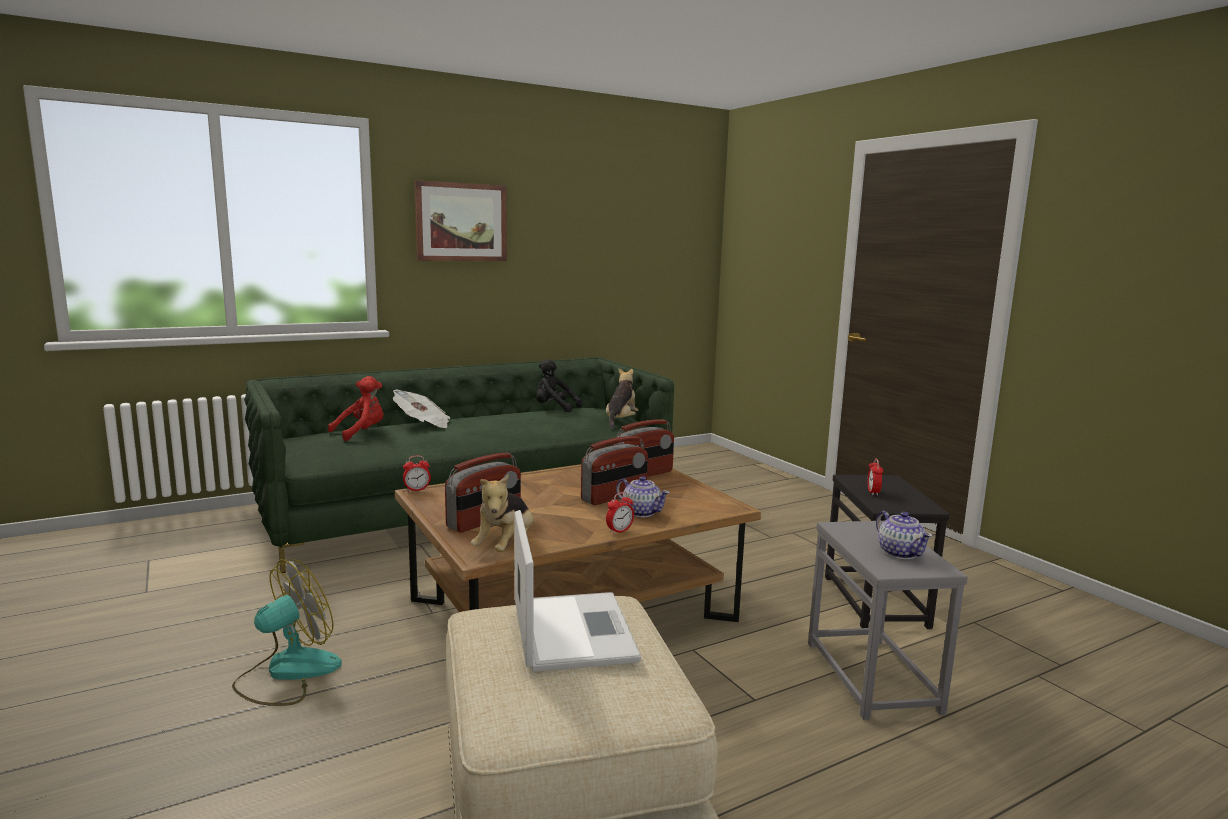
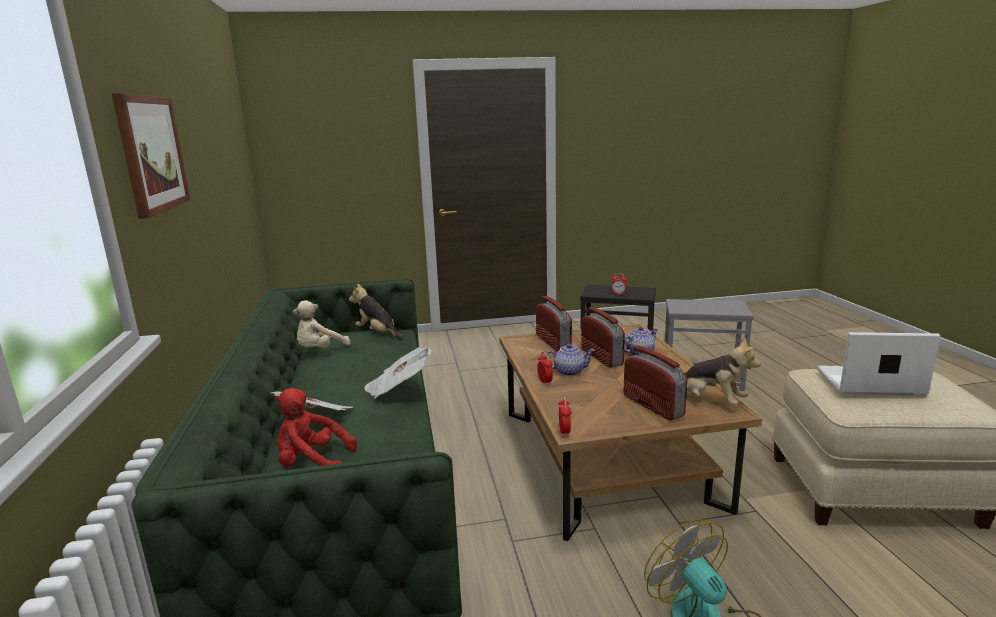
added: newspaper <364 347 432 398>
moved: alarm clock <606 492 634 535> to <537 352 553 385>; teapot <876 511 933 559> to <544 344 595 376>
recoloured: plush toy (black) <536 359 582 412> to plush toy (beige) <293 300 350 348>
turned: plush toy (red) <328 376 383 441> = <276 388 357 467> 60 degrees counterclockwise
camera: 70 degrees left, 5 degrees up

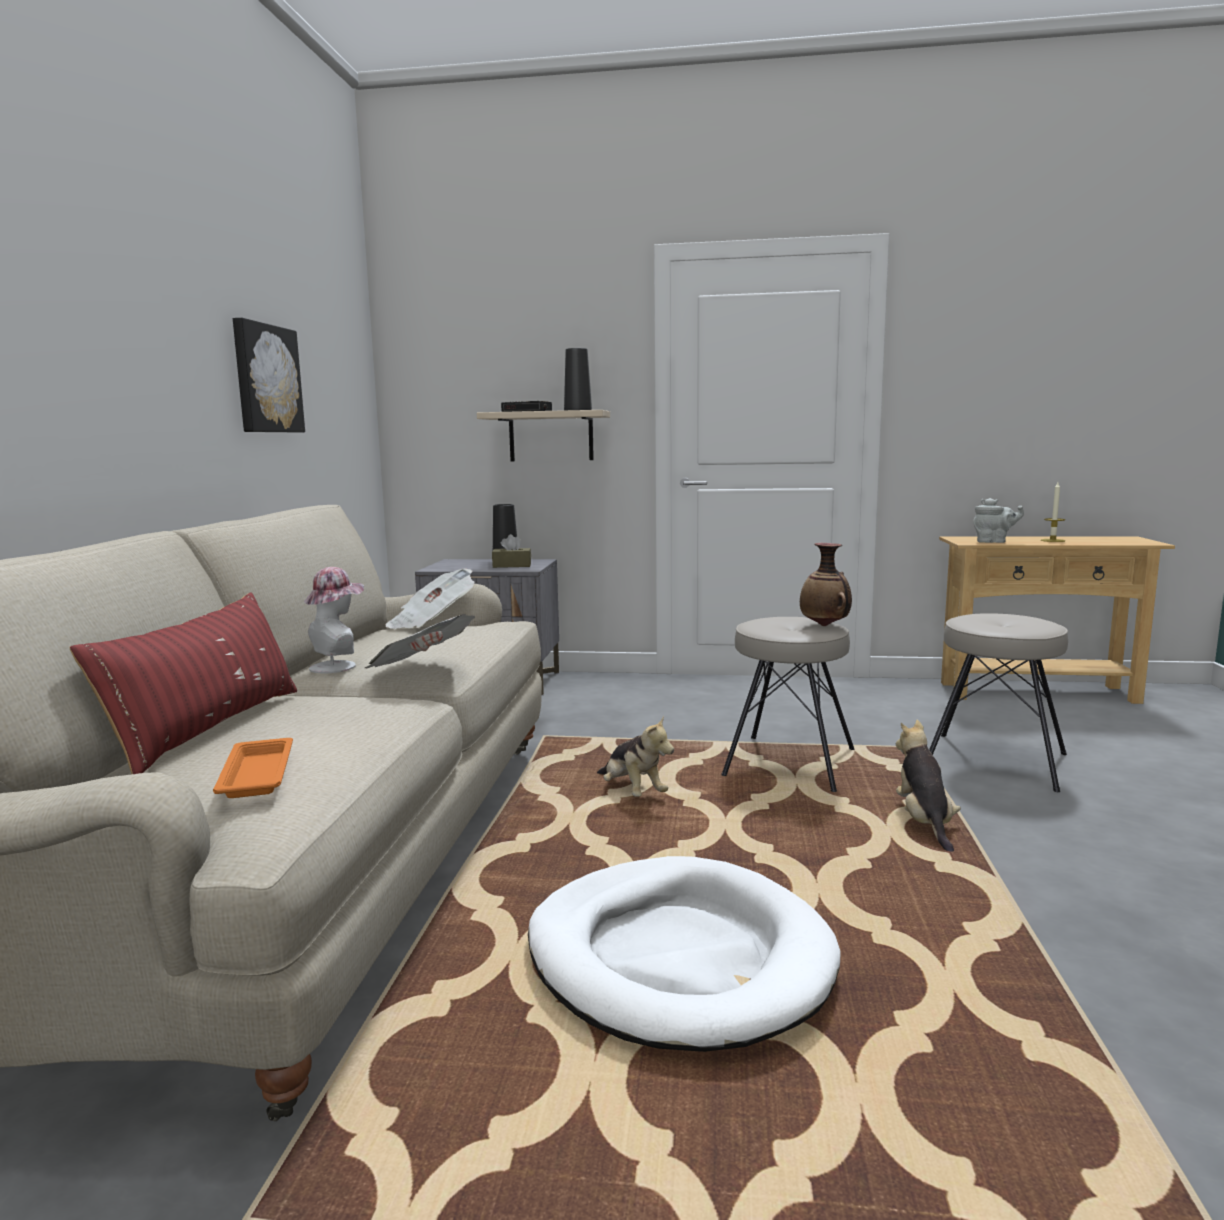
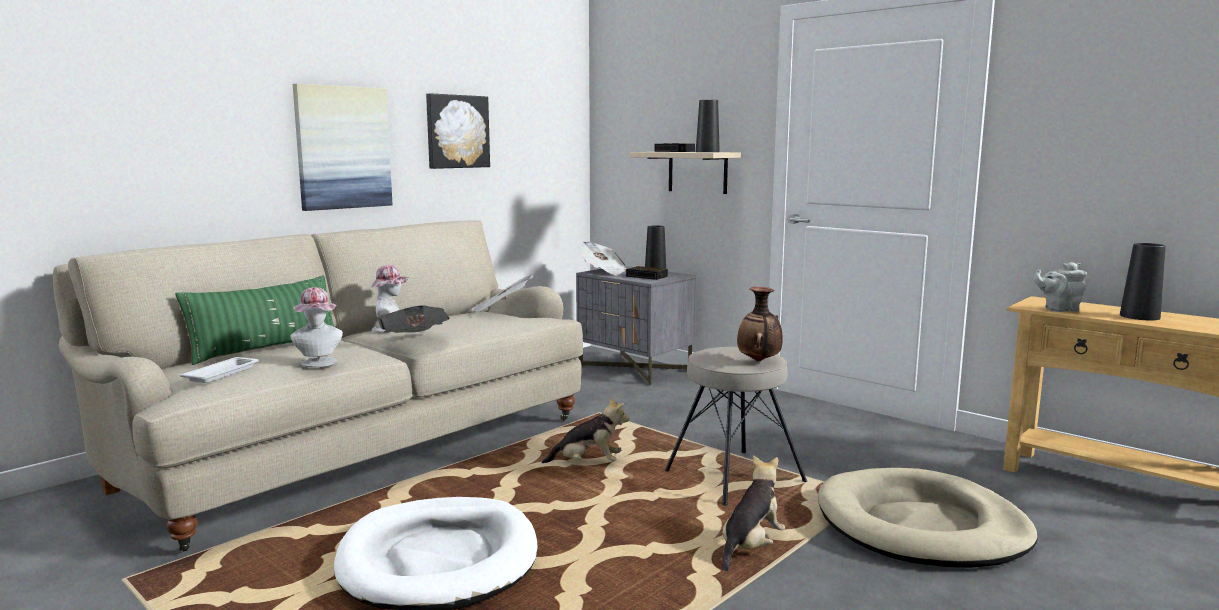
added: hat <290 287 343 367>; picture <293 84 393 211>; newspaper <578 241 629 276>
replaced: tissue box (brown) <492 534 531 568> to alarm clock <626 266 668 280>; stool (beige) <929 613 1068 792> to dog bed (beige) <818 468 1038 568>; candle <1041 482 1065 542> to vase (black) <1120 243 1166 321>
recoloured: pillow (red) <69 592 297 774> to pillow (green) <175 275 335 365>; tray (orange) <213 738 293 798> to tray (white) <180 357 259 383>
turned: plush toy <597 715 674 797> = <541 396 629 463> 90 degrees counterclockwise; teapot (grey) <973 498 1024 543> = <1034 262 1087 312> 135 degrees clockwise
camera: 35 degrees right, 0 degrees up

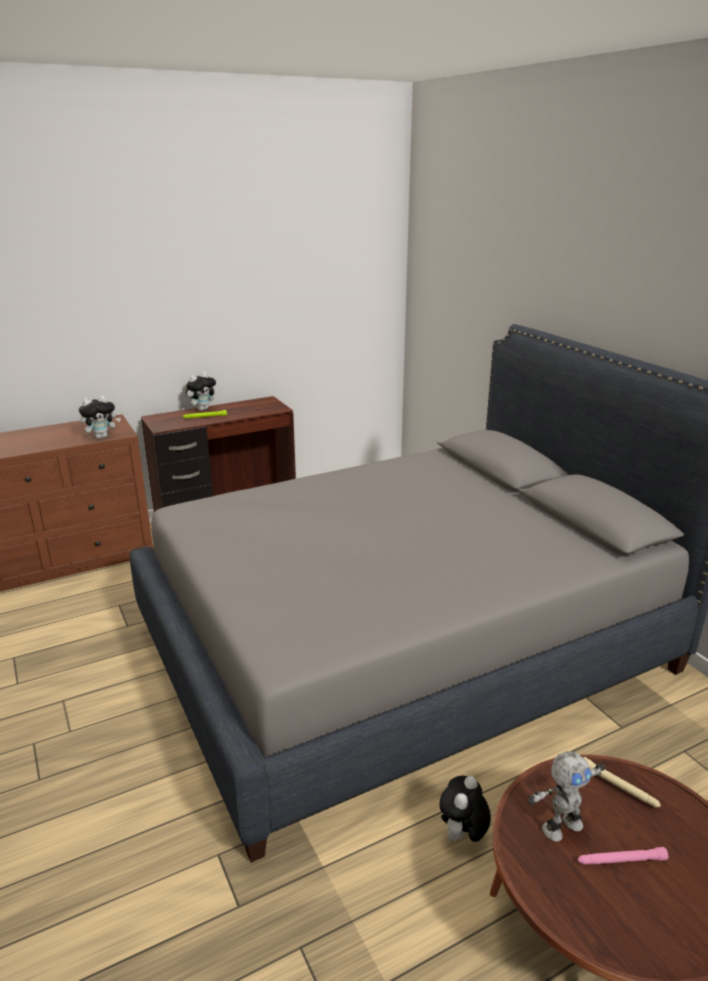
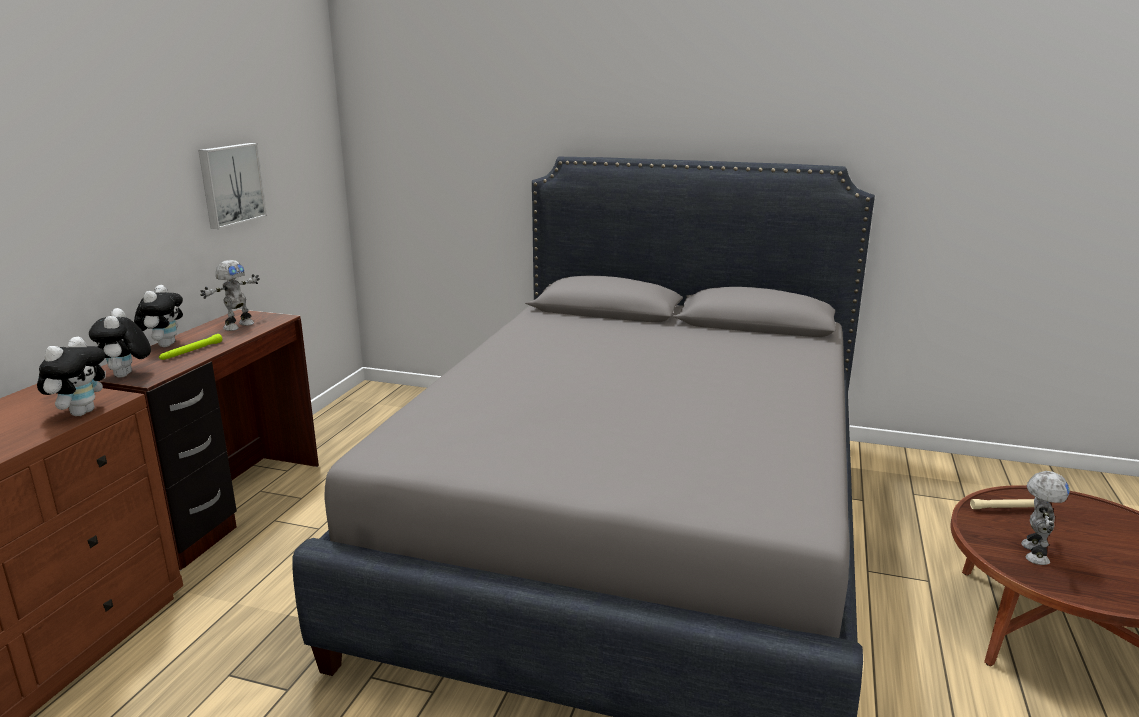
removed: flashlight (pink) <578 847 668 864>
added: picture <198 143 267 229>; toy robot <200 260 260 331>
moved: plush toy <440 776 491 843> to <89 308 151 378>
camera: 45 degrees left, 5 degrees down

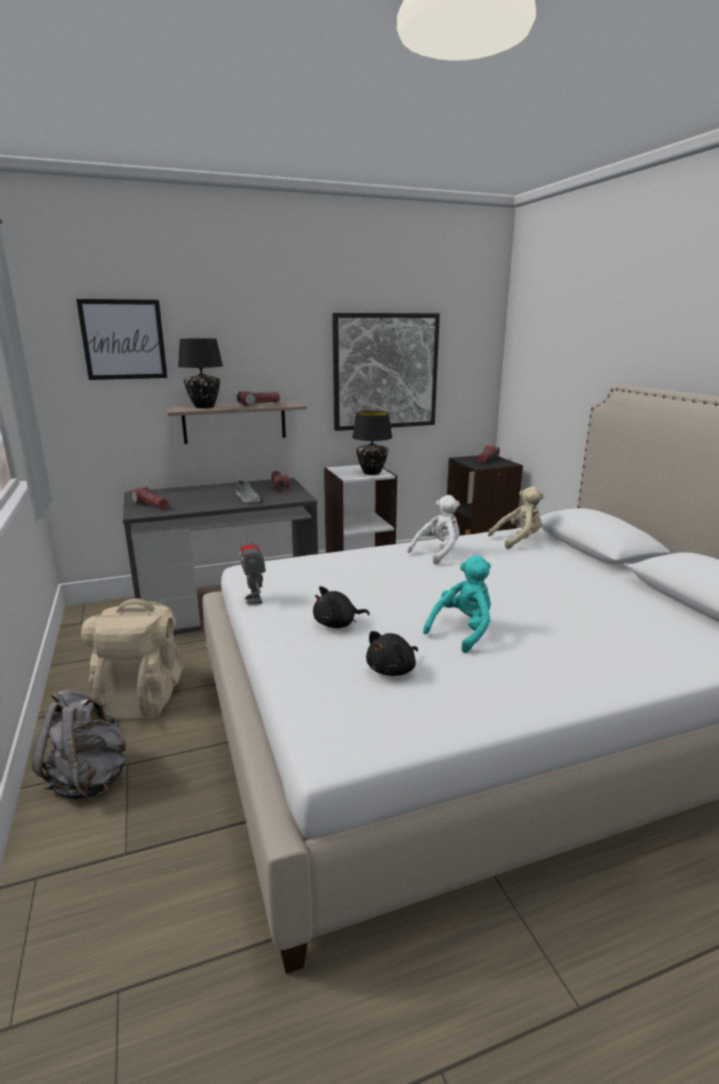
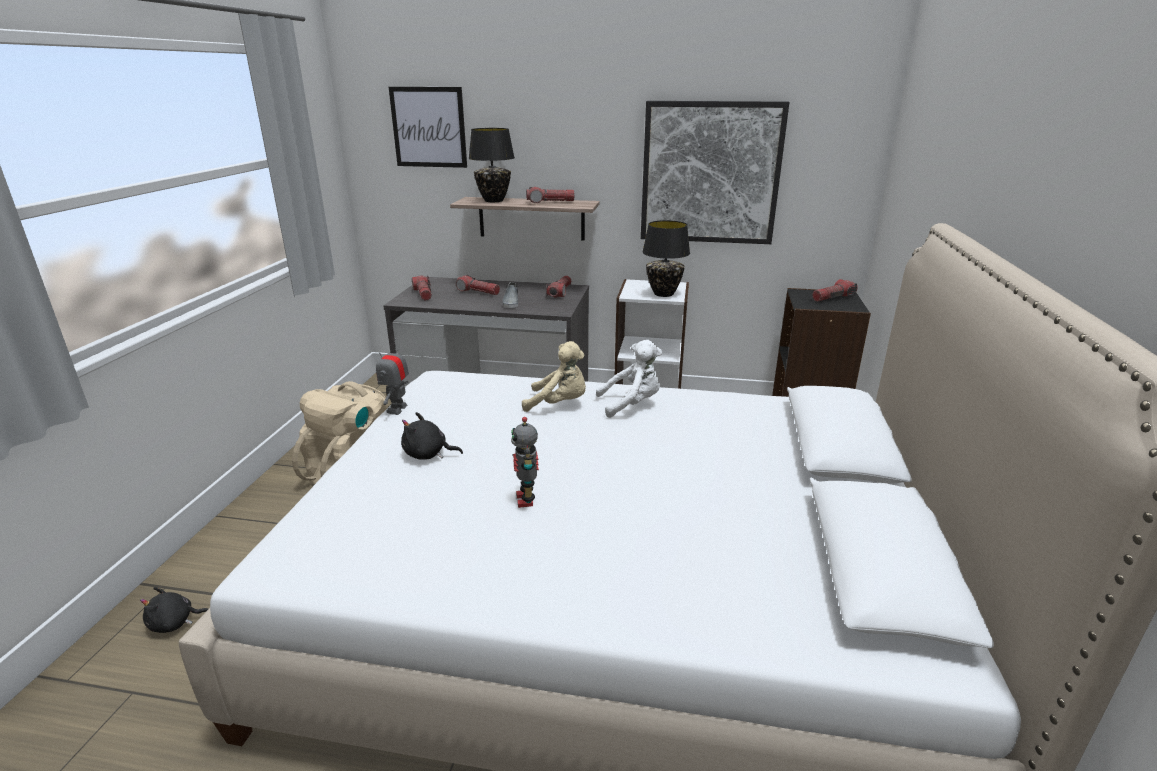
removed: backpack (grey) <32 689 127 802>
added: flashlight <456 275 500 295>
moved: plush toy (black) <366 631 418 676> to <140 587 209 633>; plush toy (beige) <488 486 545 549> to <522 341 586 412>
replaced: plush toy (turquoise) <423 555 491 653> to toy robot <511 417 539 508>
camera: 30 degrees right, 5 degrees up

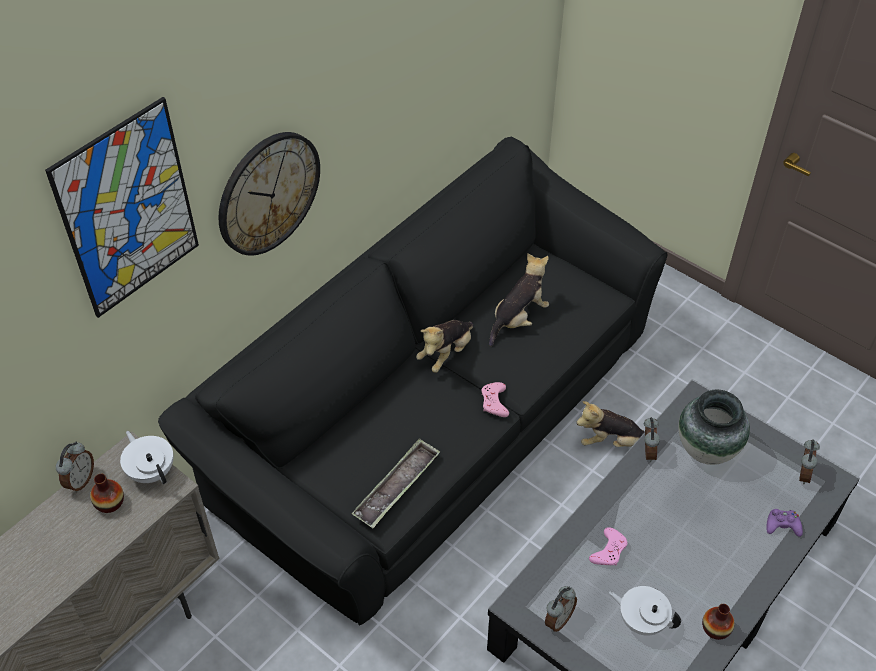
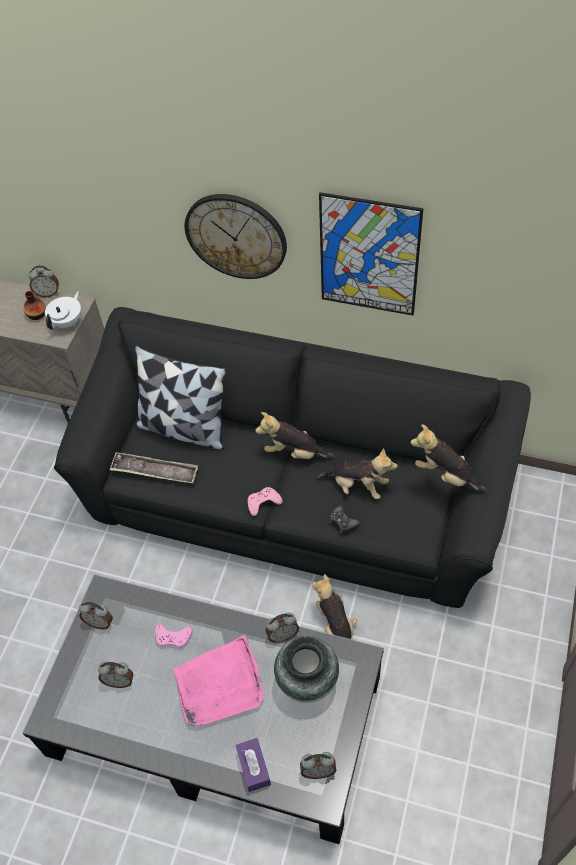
removed: vase <702 604 734 640>
added: pillow <135 345 226 450>; tray (pink) <174 635 264 727>; game controller (black) <329 506 360 533>; plush toy <410 424 488 493>
moved: picture <45 97 199 318> to <319 192 423 315>
replaced: teapot (white) <609 586 681 636> to alarm clock <98 661 133 688>; game controller (purple) <766 509 803 537> to tissue box (purple) <236 738 271 792>
camera: 70 degrees right, 5 degrees up

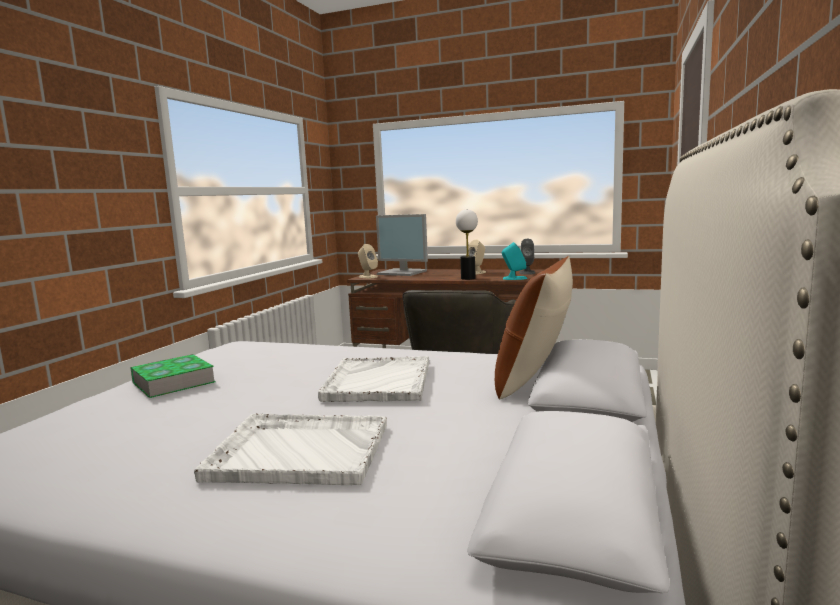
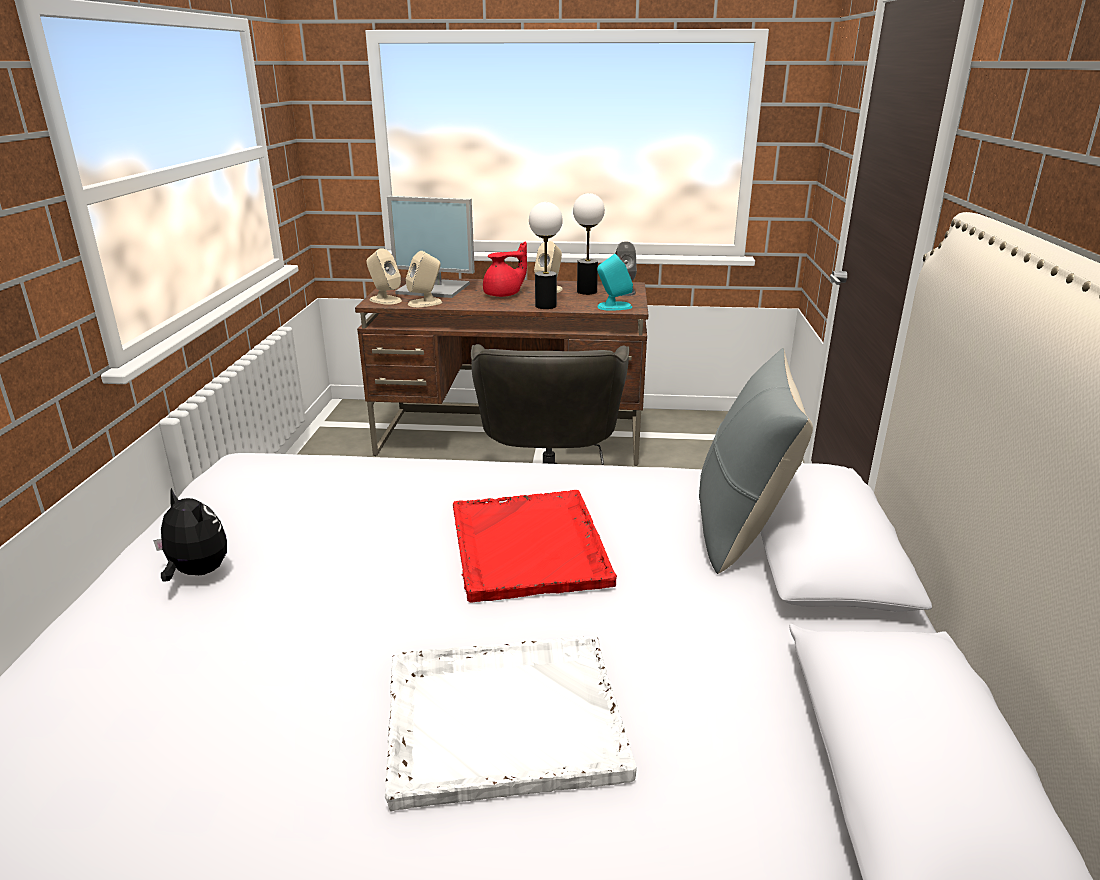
added: speaker (beige) <406 251 442 307>; teapot (red) <483 242 527 297>; table lamp <573 193 605 295>
replaced: book <130 354 216 398> to plush toy <153 488 227 581>
recoloured: tray (white) <318 356 429 402> to tray (red) <453 490 617 603>; pillow (brown) <495 256 573 400> to pillow (grey) <699 348 813 574>
camera: 15 degrees left, 15 degrees up

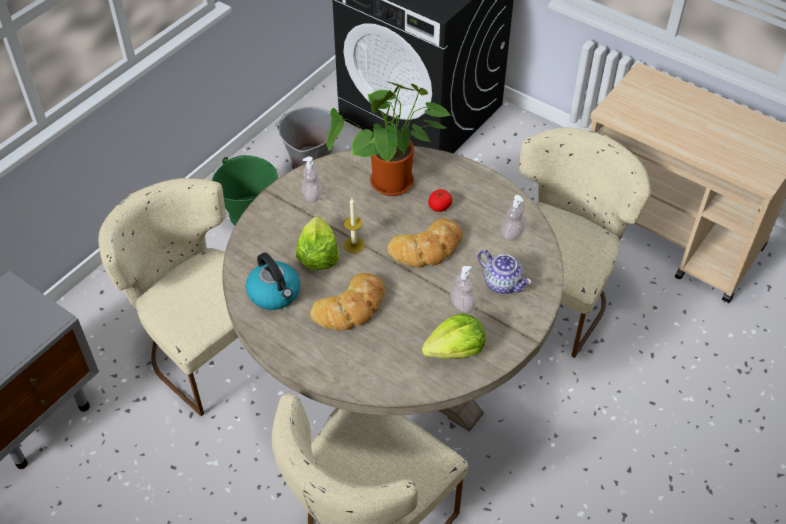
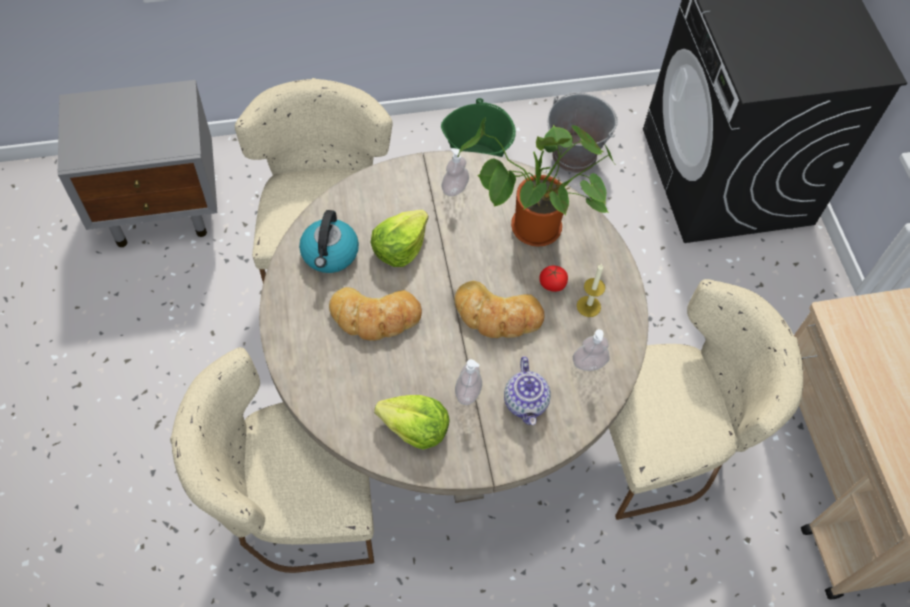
moved: candle <344 198 365 253> to <577 264 605 317>
camera: 40 degrees right, 10 degrees up

